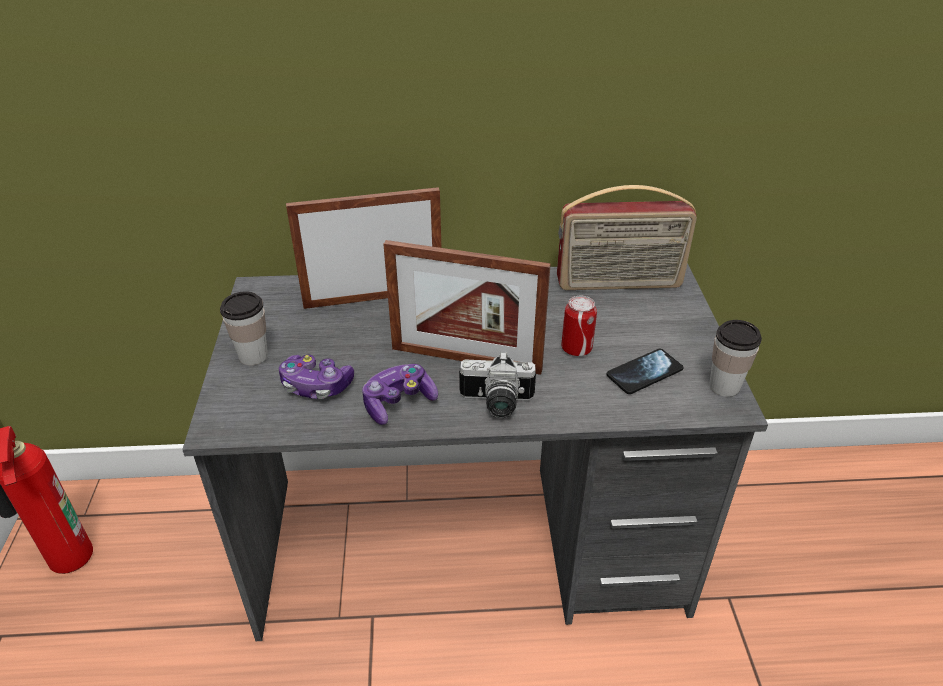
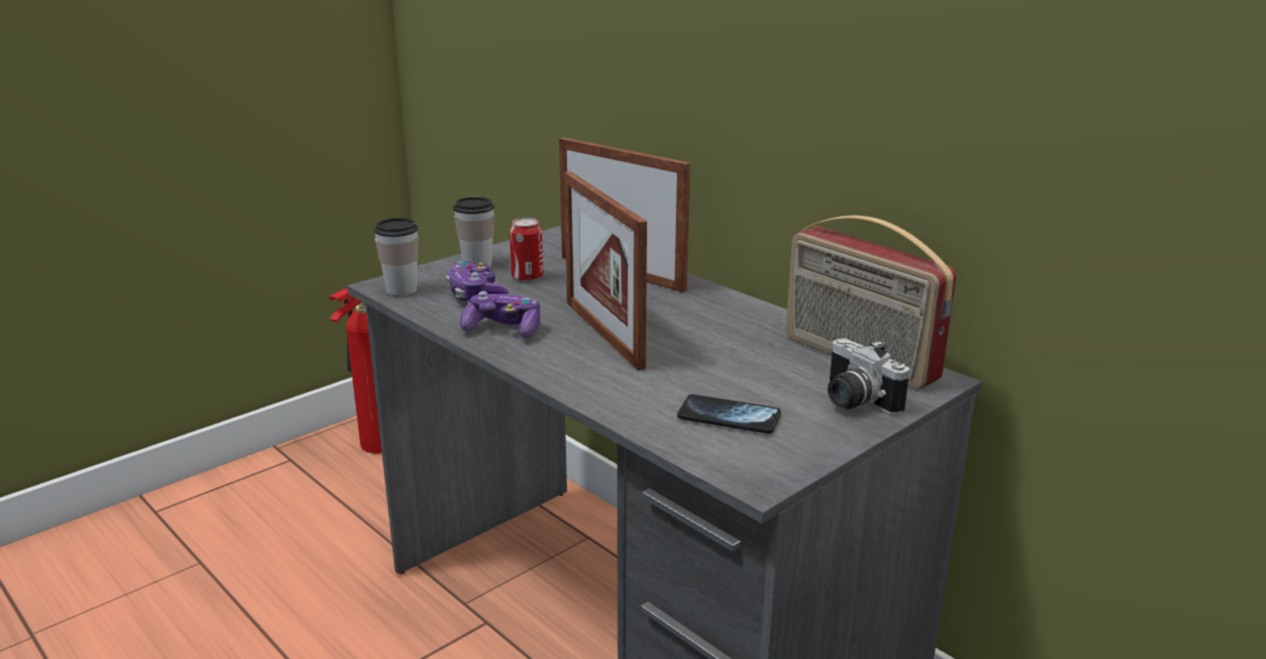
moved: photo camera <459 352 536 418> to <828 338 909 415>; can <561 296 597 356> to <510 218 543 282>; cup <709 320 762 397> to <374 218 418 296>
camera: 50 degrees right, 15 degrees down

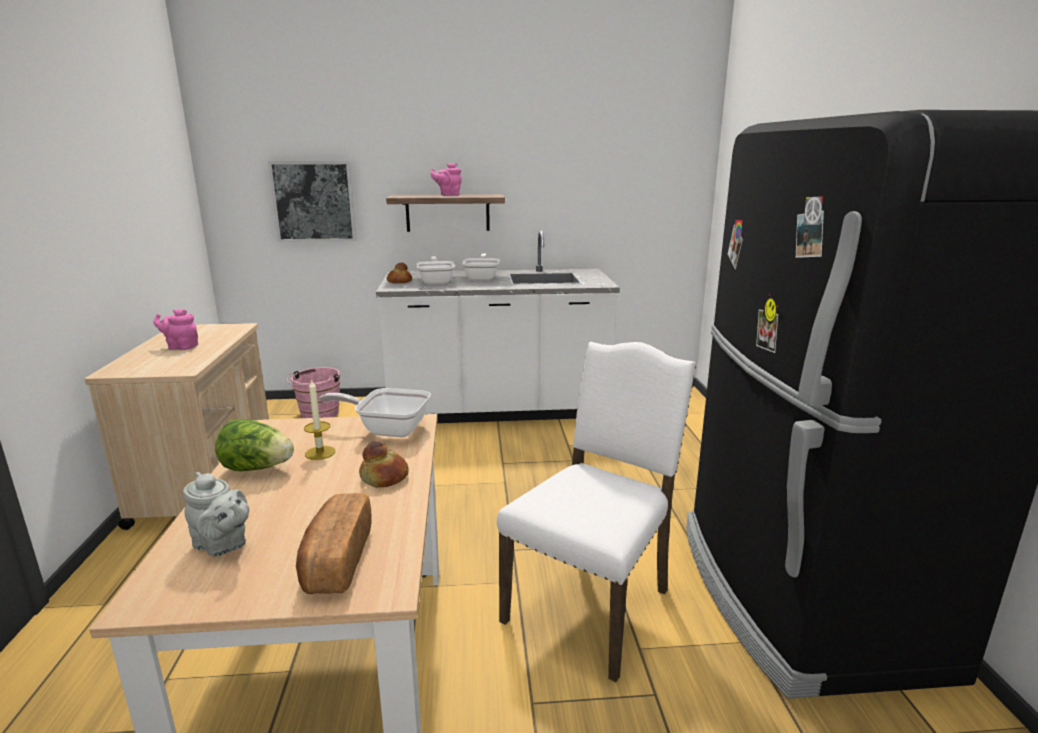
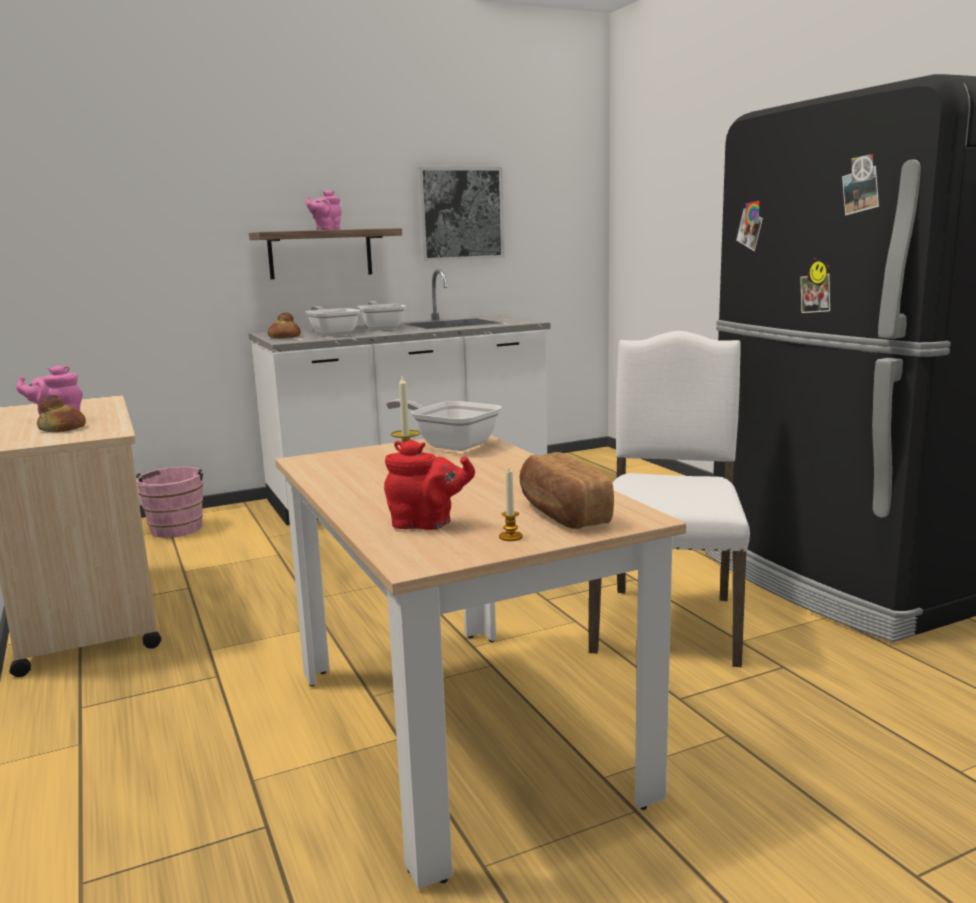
removed: lettuce <215 419 294 471>
added: candle <499 470 523 541>
moved: picture <268 161 357 242> to <417 167 504 261>; bread <359 441 409 487> to <37 395 86 432>
recoloured: teapot (grey) <183 472 249 556> to teapot (red) <384 440 475 530>
turned: frying pan <320 388 431 437> = <386 399 502 451> 45 degrees clockwise
camera: 20 degrees left, 5 degrees down

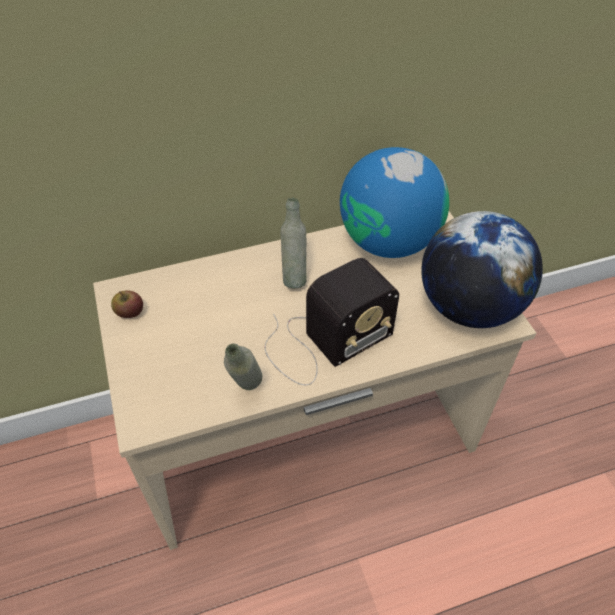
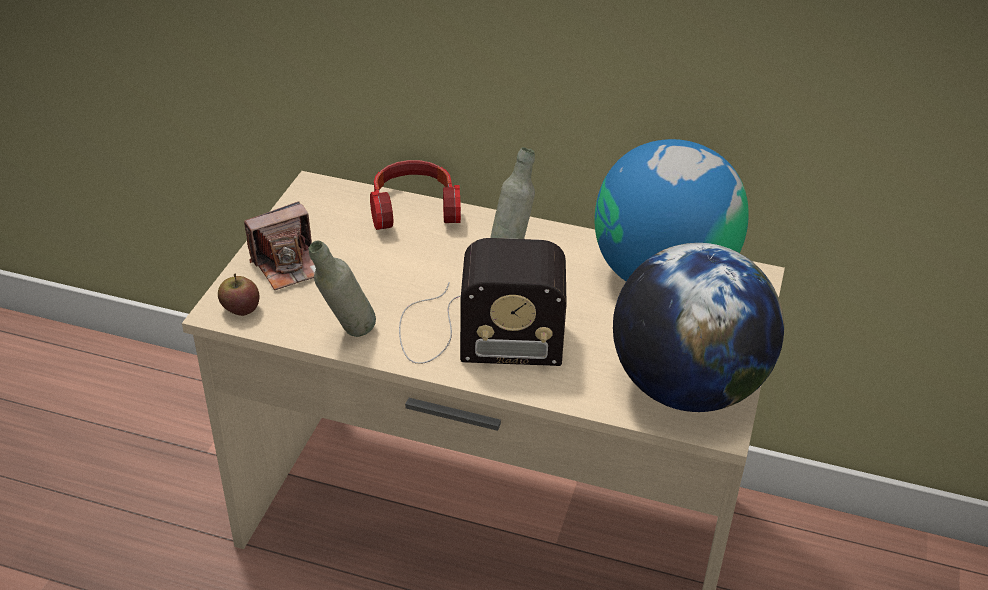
added: photo camera <244 202 316 290>; headphones <370 160 461 230>
moved: apple <111 291 143 318> to <218 274 259 316>
camera: 35 degrees right, 10 degrees down

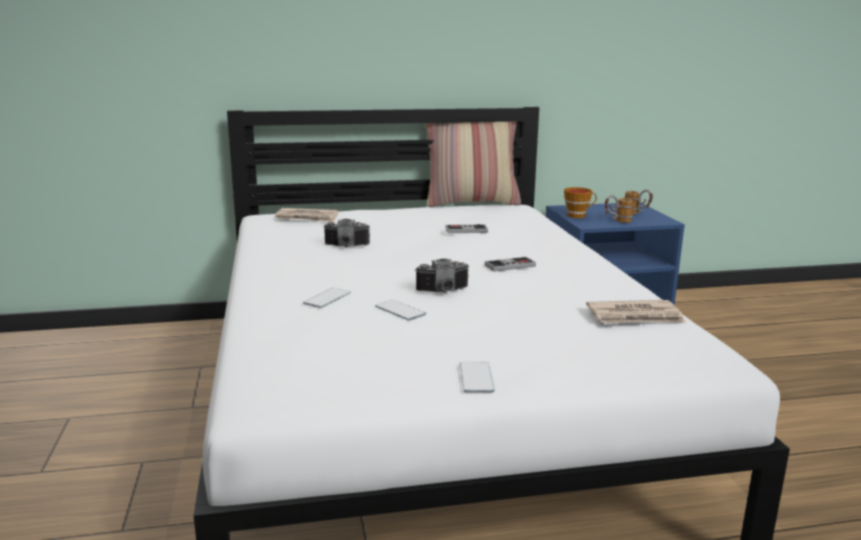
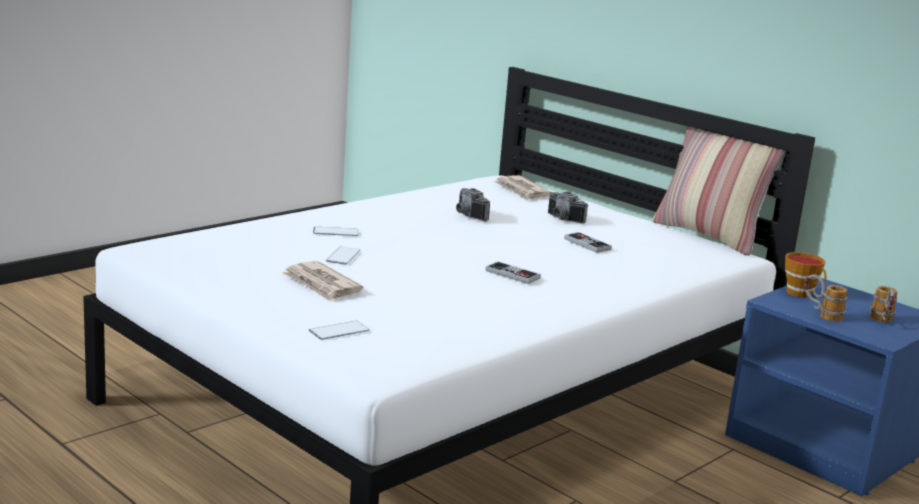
moved: photo camera <415 259 469 292> to <548 192 588 224>; phone <460 362 495 393> to <309 321 369 340>; newspaper <586 300 686 324> to <282 261 363 302>
camera: 55 degrees right, 0 degrees up

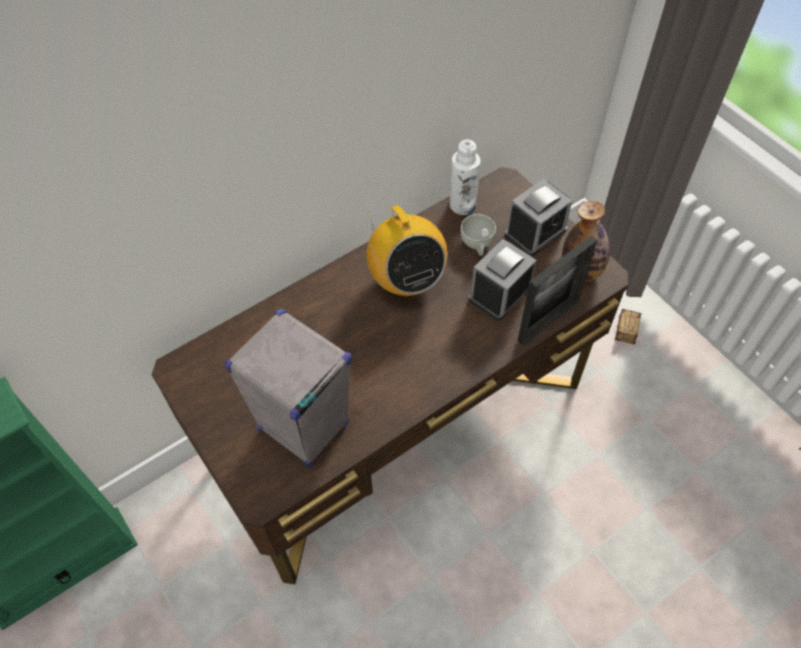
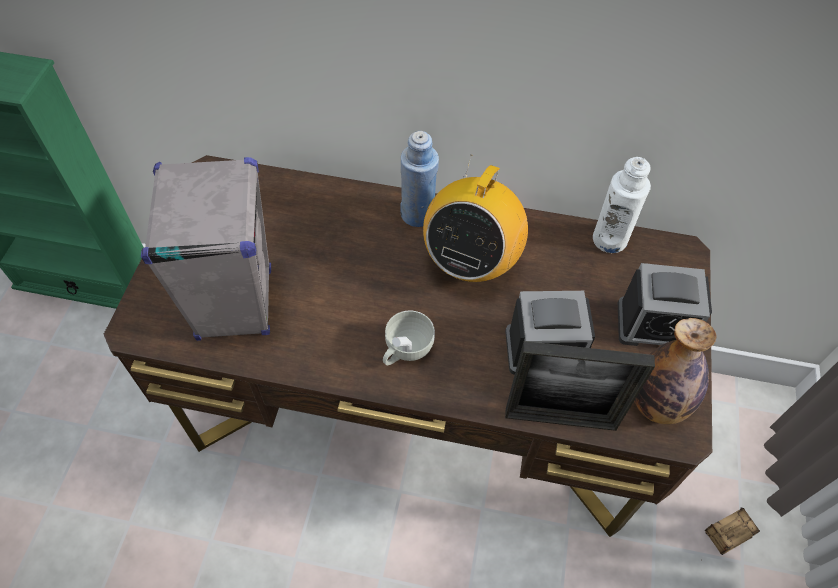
added: bottle (blue) <400 131 439 227>
moved: cup (white) <461 214 496 256> to <383 310 435 365>
camera: 45 degrees right, 0 degrees up

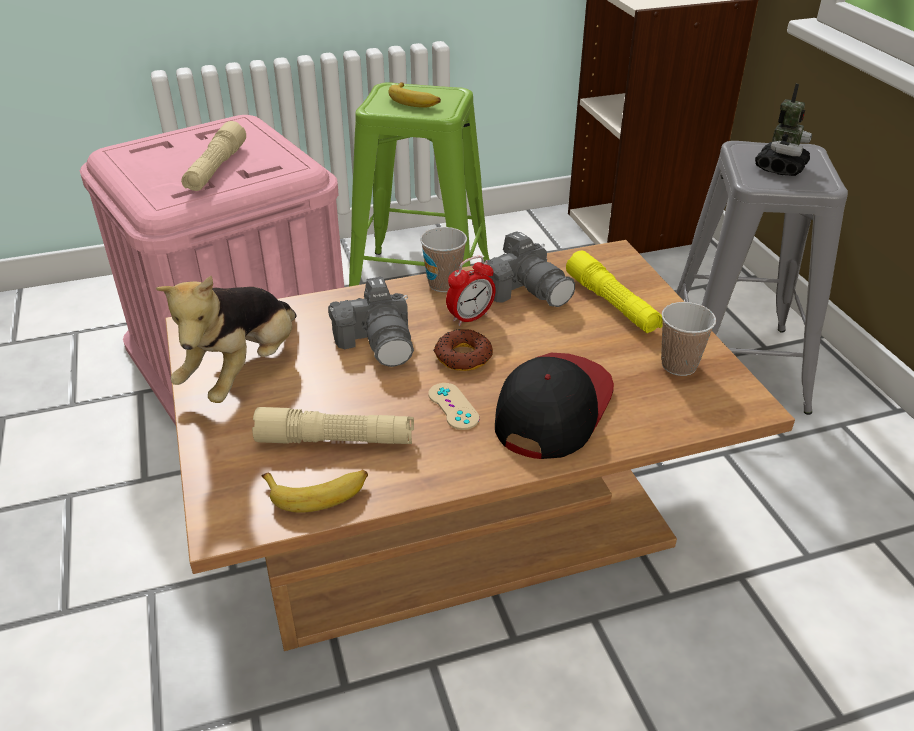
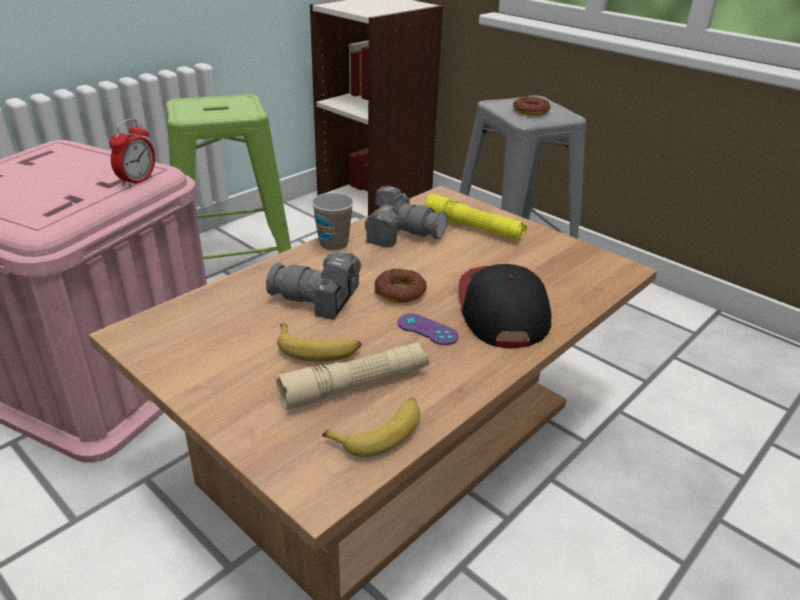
removed: plush toy <156 276 297 403>; flashlight (beige) <181 121 246 191>; cup <661 302 716 376>
moved: banana <388 82 441 108> to <277 323 361 362>; alarm clock <446 256 496 326> to <109 119 155 188>
replaced: toy robot <755 84 812 176> to donut <513 96 551 116>
recoloured: game controller (beige) <428 383 480 430> to game controller (purple) <398 313 459 345>
turned: photo camera <328 277 414 367> = <266 251 361 320> 150 degrees clockwise
camera: 30 degrees left, 5 degrees down

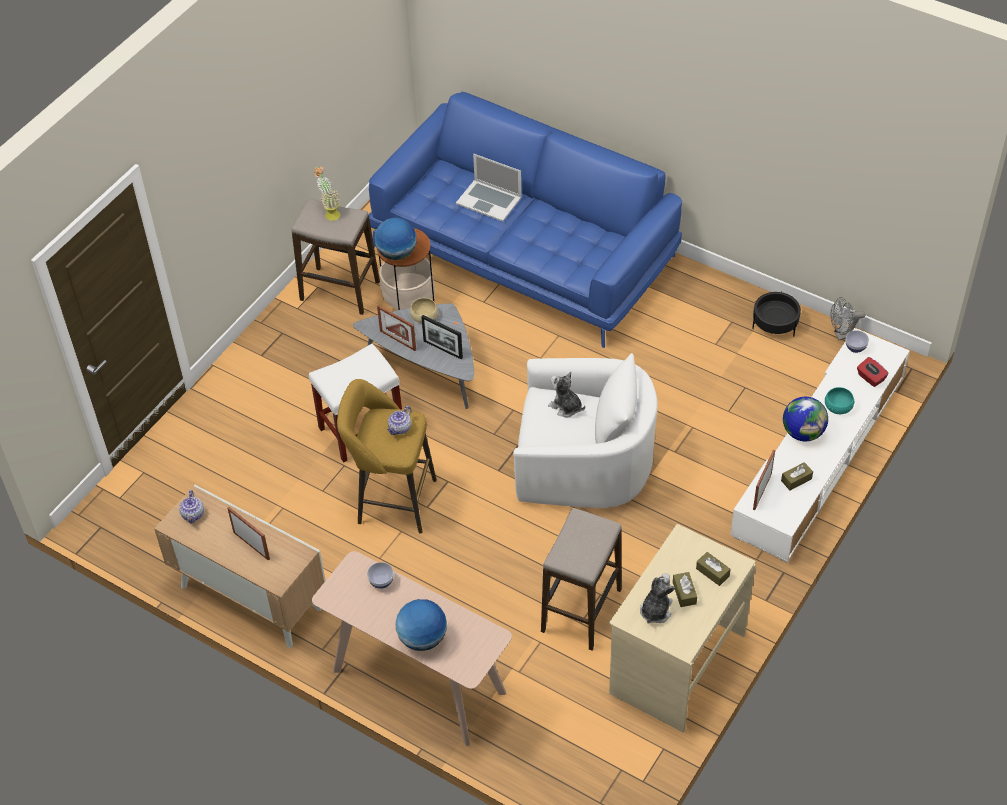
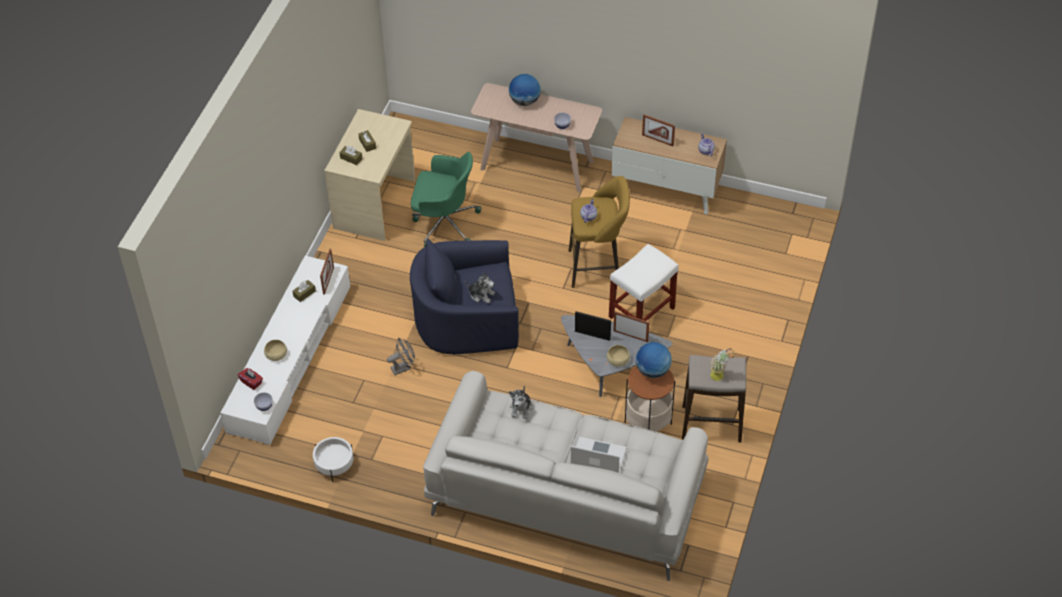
removed: globe <783 397 828 441>
moved: plush toy <640 573 675 624> to <509 386 533 419>; fan (grey) <830 297 865 340> to <387 338 415 375>
replaced: stool <541 508 622 650> to office chair (green) <411 152 481 247>
recoloured: sofa (blue) <369 92 682 348> to sofa (white) <423 371 708 581>; armchair (white) <513 353 658 508> to armchair (blue) <410 239 519 354>; planter (black) <752 291 801 337> to planter (white) <313 437 353 482>; bowl (turquoise) <825 387 854 414> to bowl (beige) <264 340 287 361>
camera: 165 degrees right, 0 degrees up

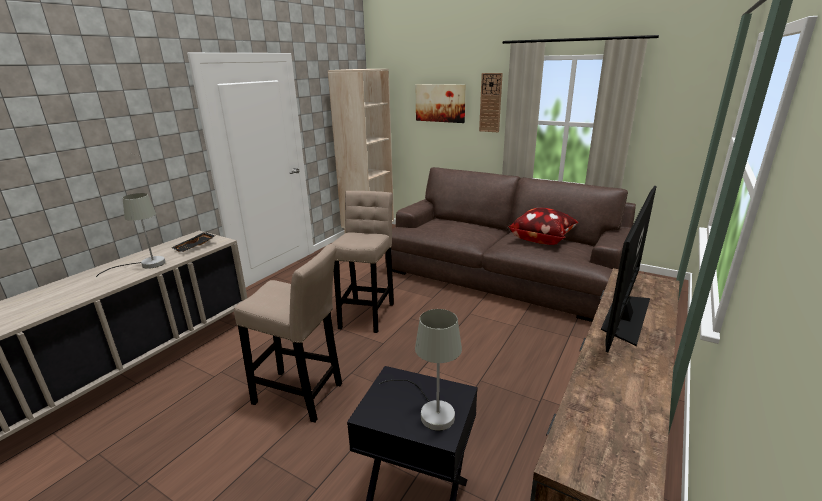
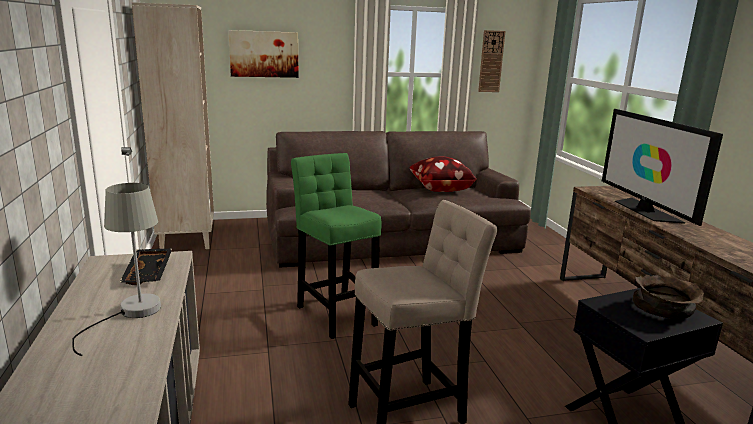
moved: wall clock <479 73 503 132> to <478 30 506 92>
replaced: table lamp (grey) <379 309 462 431> to bowl (brown) <633 275 704 319>
recoloured: stool (beige) <332 191 394 333> to stool (green) <291 153 382 339>
camera: 45 degrees left, 5 degrees down

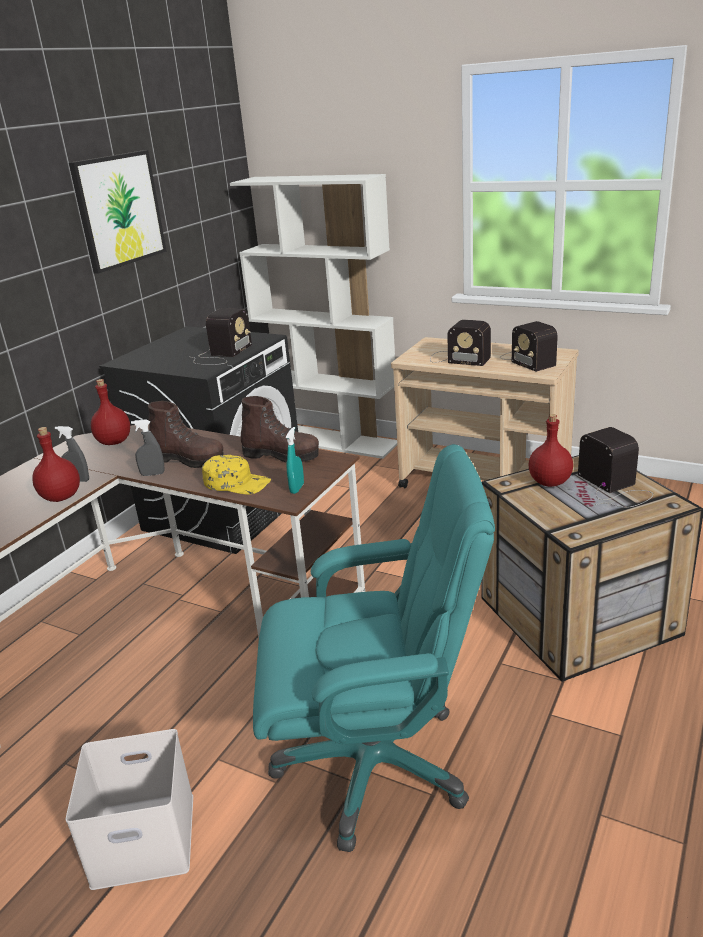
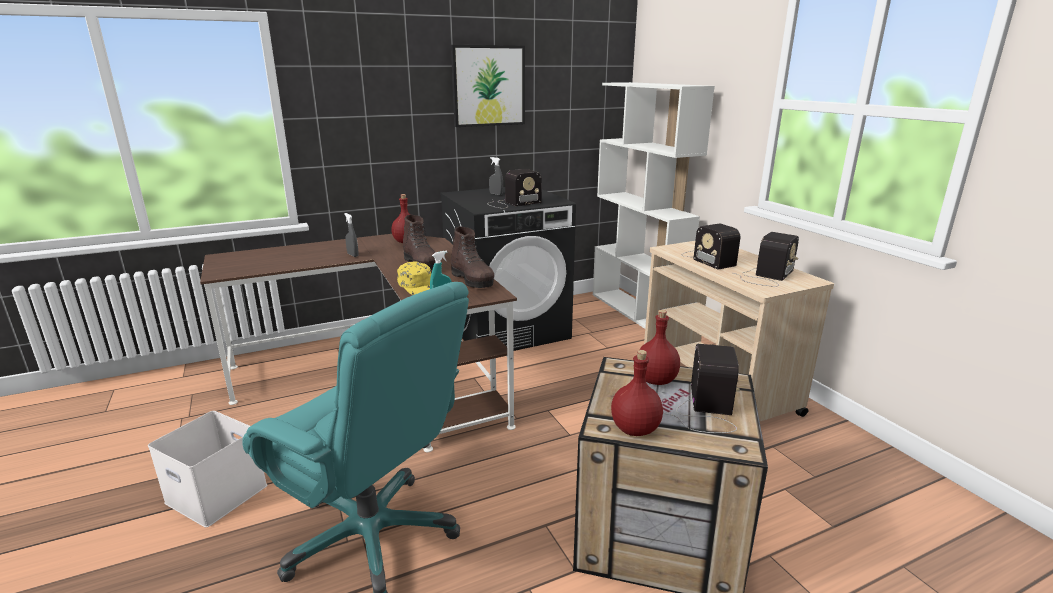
moved: bottle (red) <32 427 80 502> to <611 350 663 436>; spray bottle (grey) <131 419 165 476> to <489 157 503 195>
turned: radio <500 321 558 372> = <733 232 799 287> 150 degrees counterclockwise
camera: 35 degrees right, 5 degrees down

